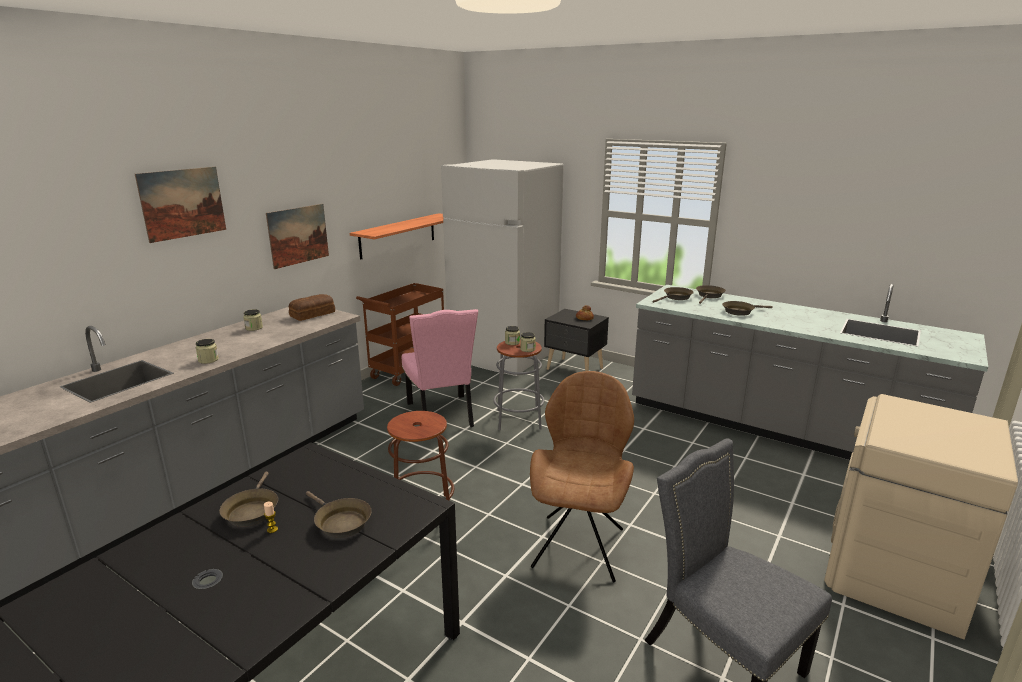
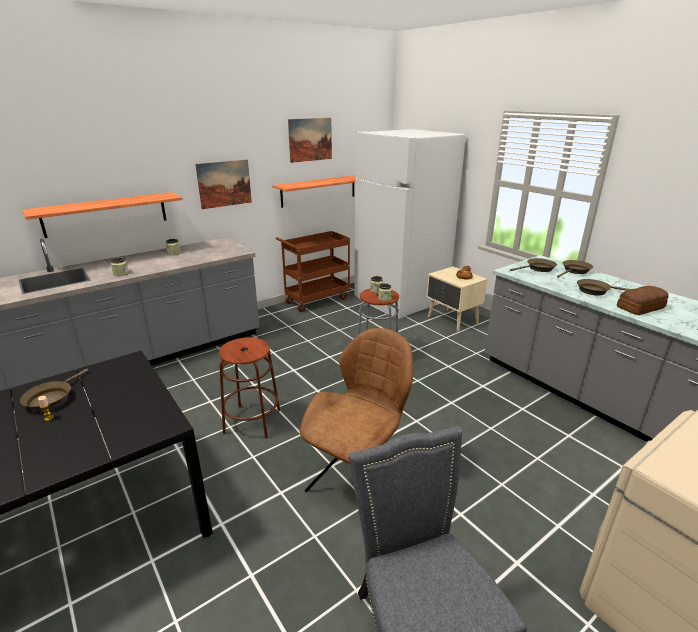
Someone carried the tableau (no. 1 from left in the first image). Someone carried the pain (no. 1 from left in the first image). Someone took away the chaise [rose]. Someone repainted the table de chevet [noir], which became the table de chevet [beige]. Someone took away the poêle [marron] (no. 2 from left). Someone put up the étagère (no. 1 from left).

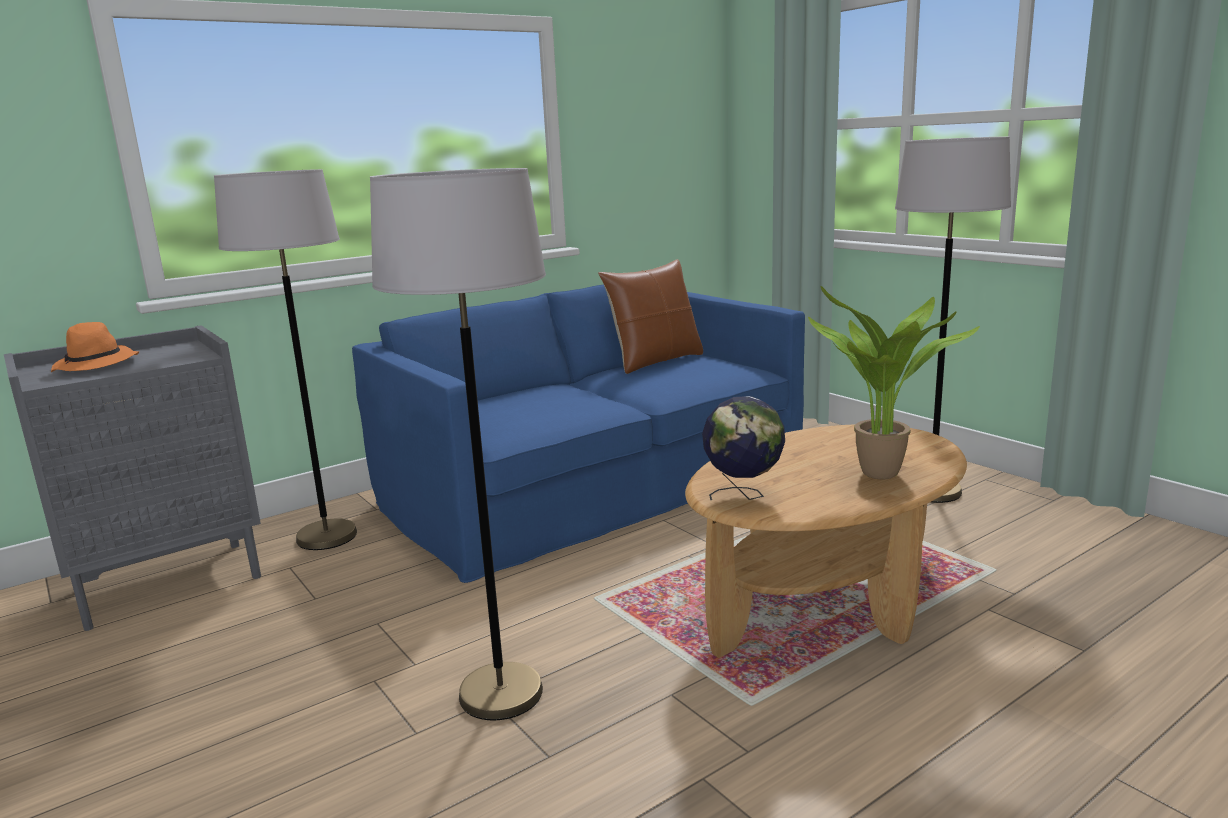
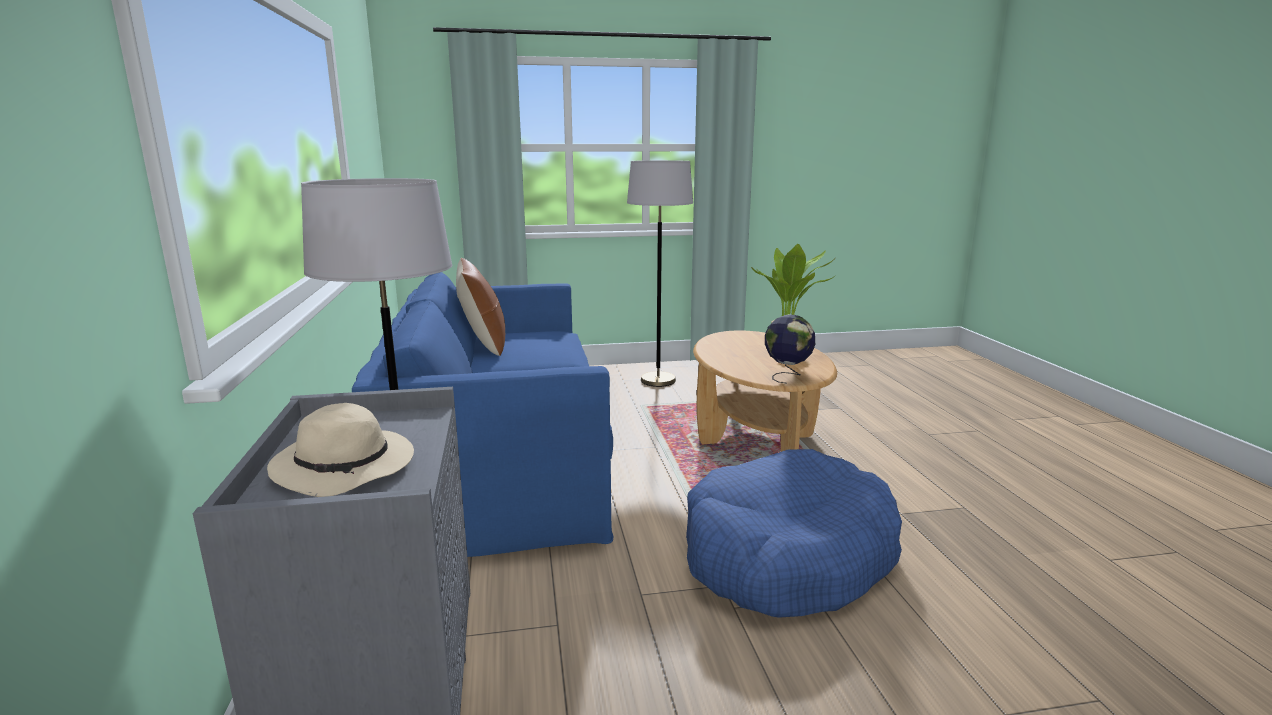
Someone swapped the lampadaire [gris] (no. 2 from left) for the panier pour chien [bleu]. Someone repainted the chapeau [orange], which became the chapeau [beige].

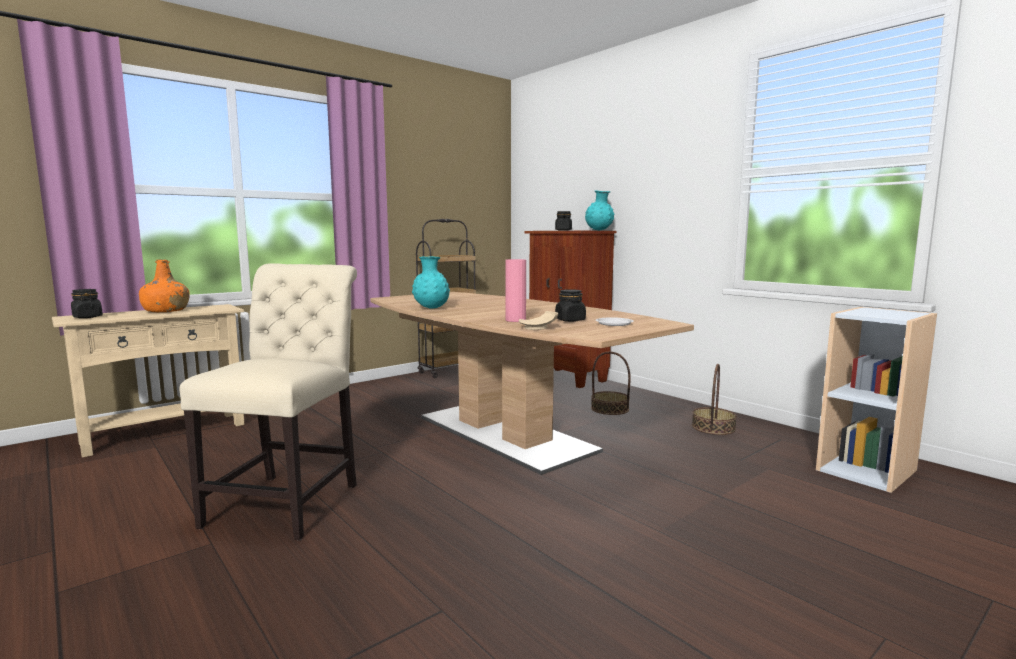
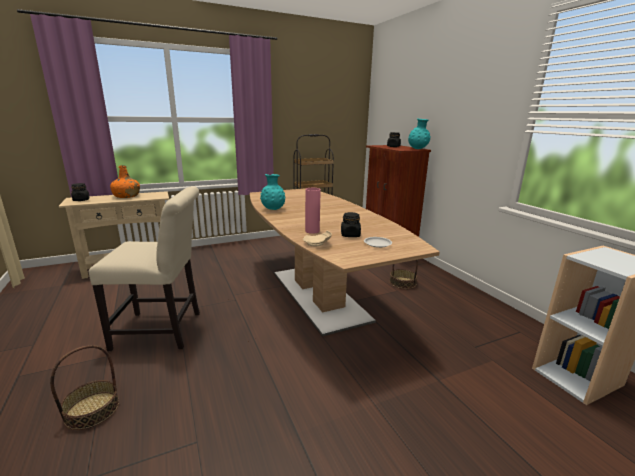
Someone rotated the chaise [beige] by 60 degrees clockwise. Someone carried the panier (no. 2 from left in the first image).

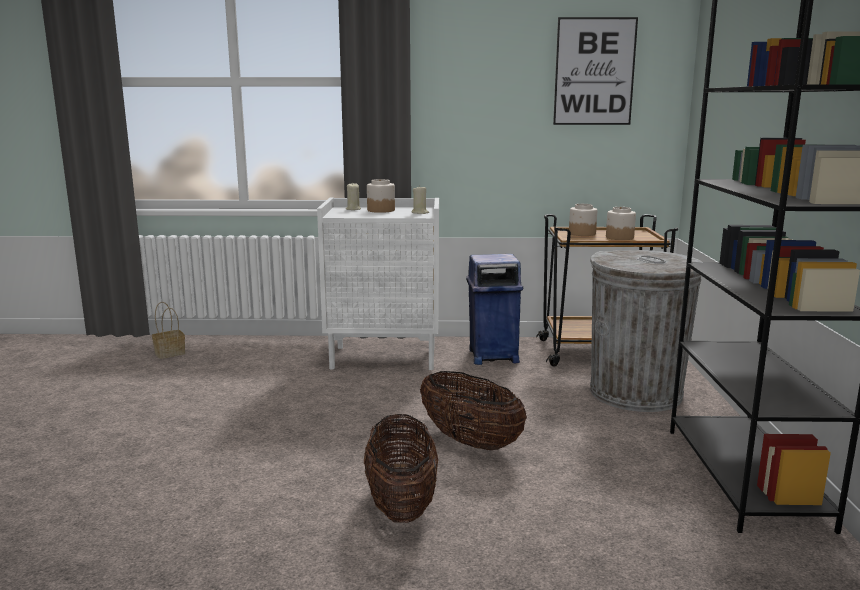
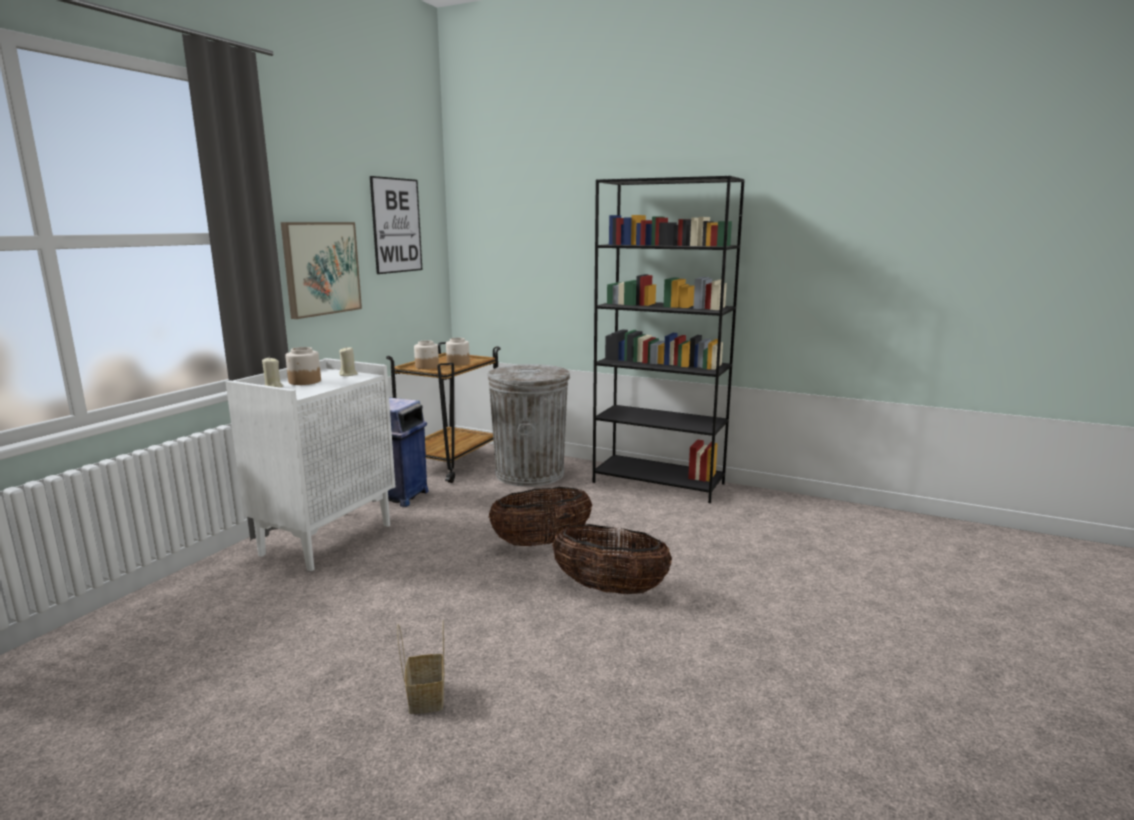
Someone carried the panier (no. 1 from left). Someone put up the tableau (no. 1 from left).

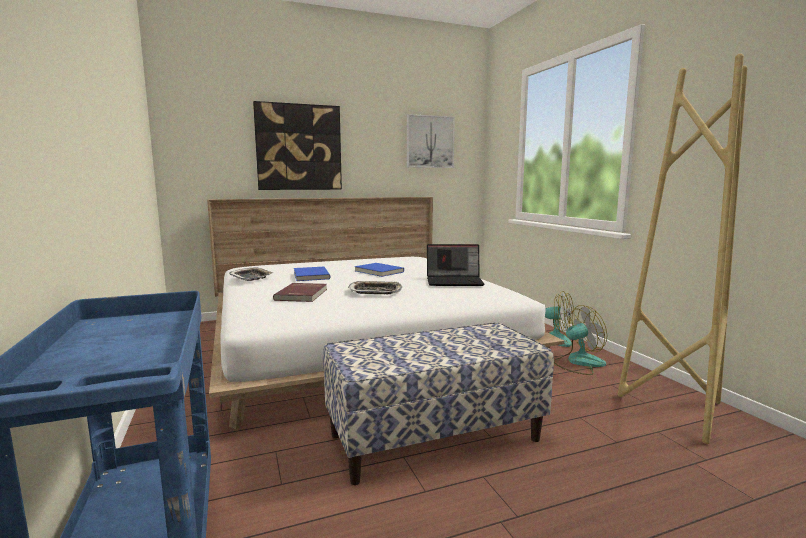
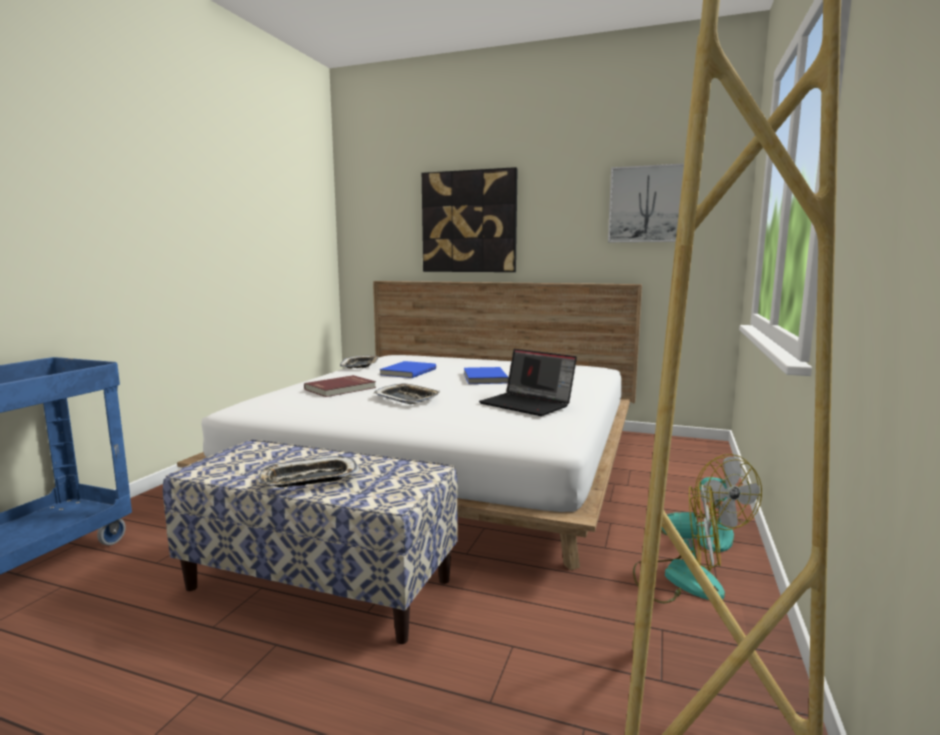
Someone put down the plateau (no. 1 from left).

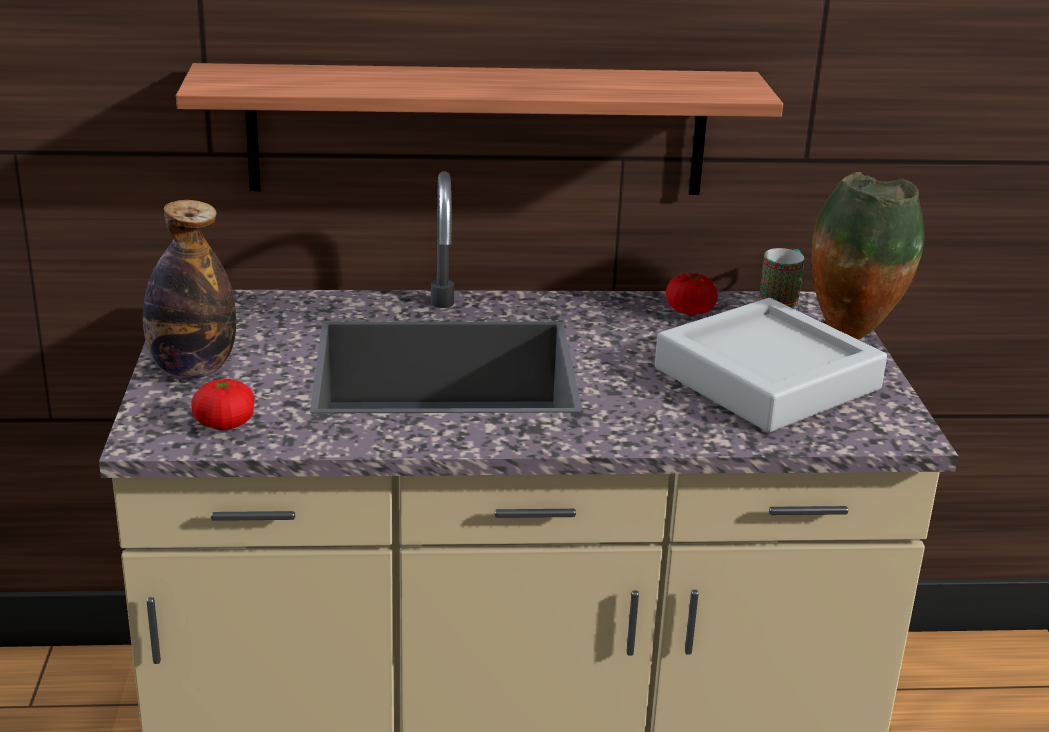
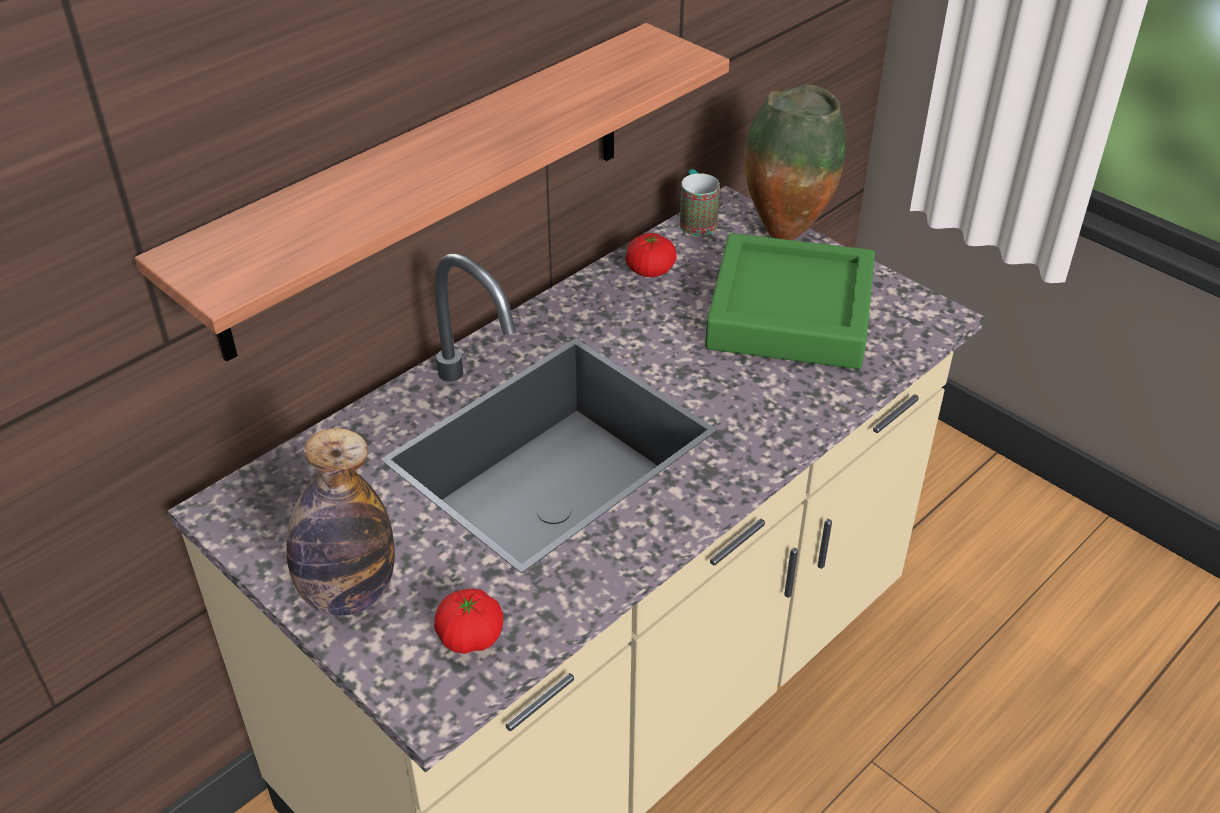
Someone repainted the plateau [gris], which became the plateau [vert].

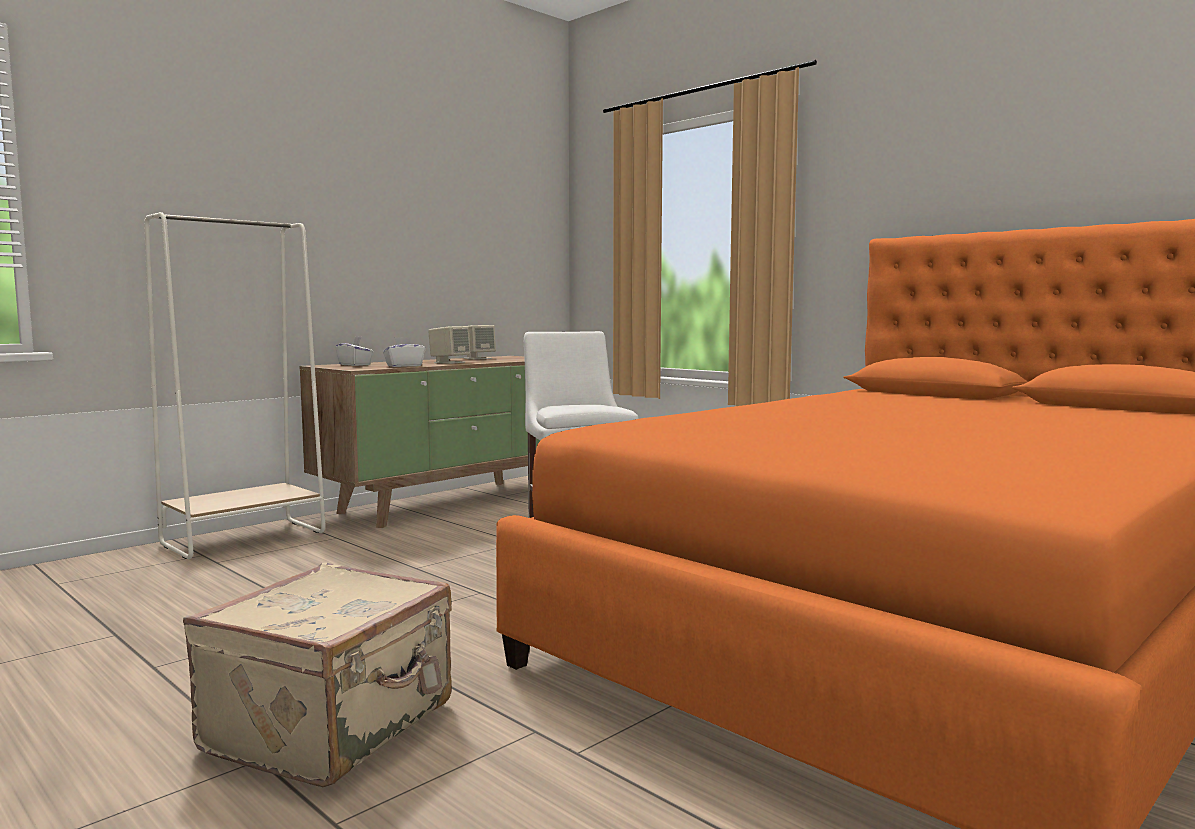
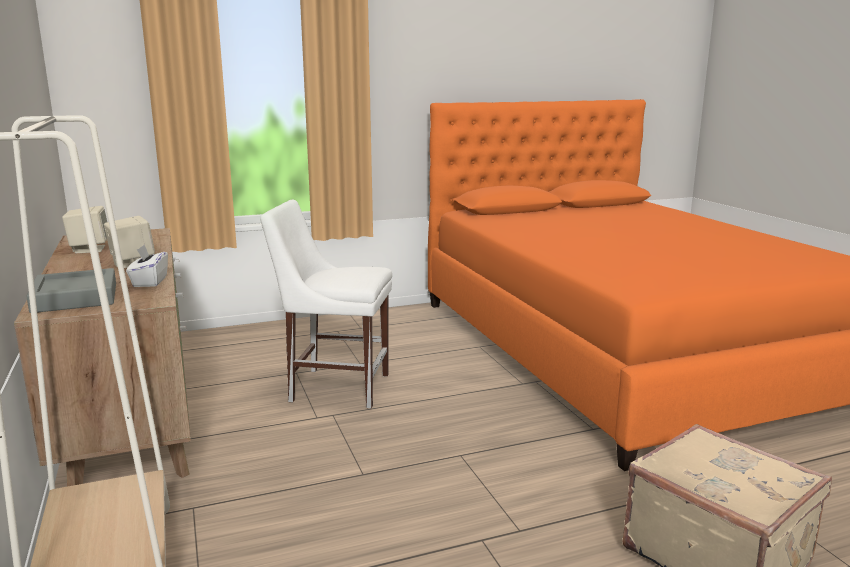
Someone swapped the boîte à mouchoirs [blanc] (no. 1 from left) for the plateau [gris].

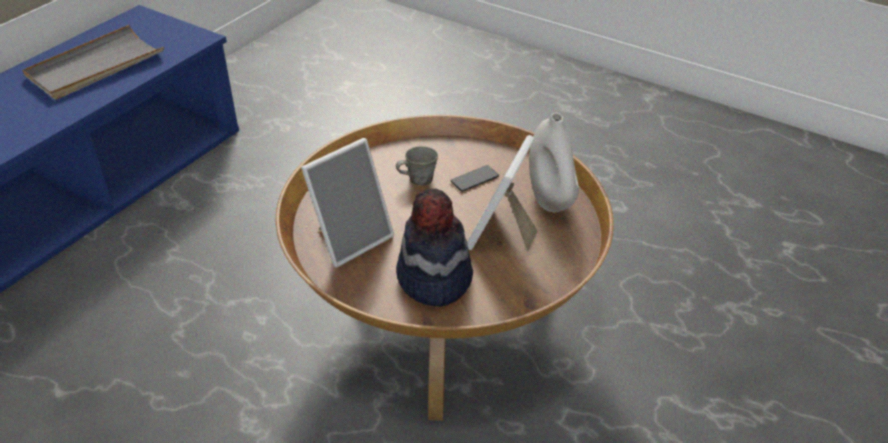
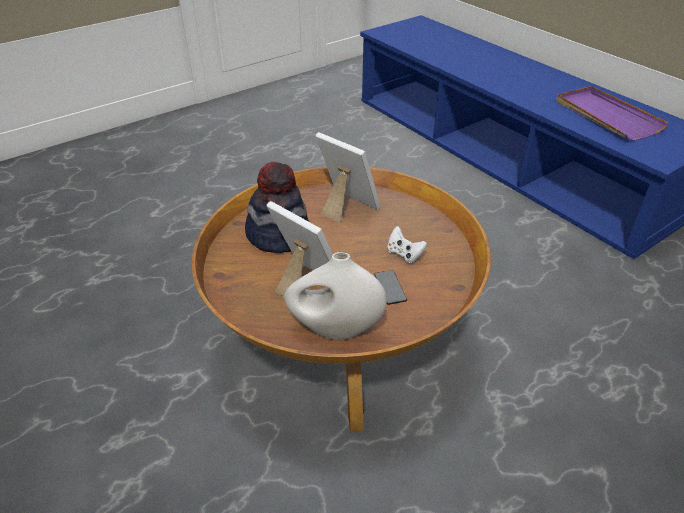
Someone repainted the plateau [gris], which became the plateau [violet]. Someone rotated the cadre photo (no. 1 from left in the first image) by 150 degrees clockwise. Someone swapped the mug [gris] for the manette [blanc].

